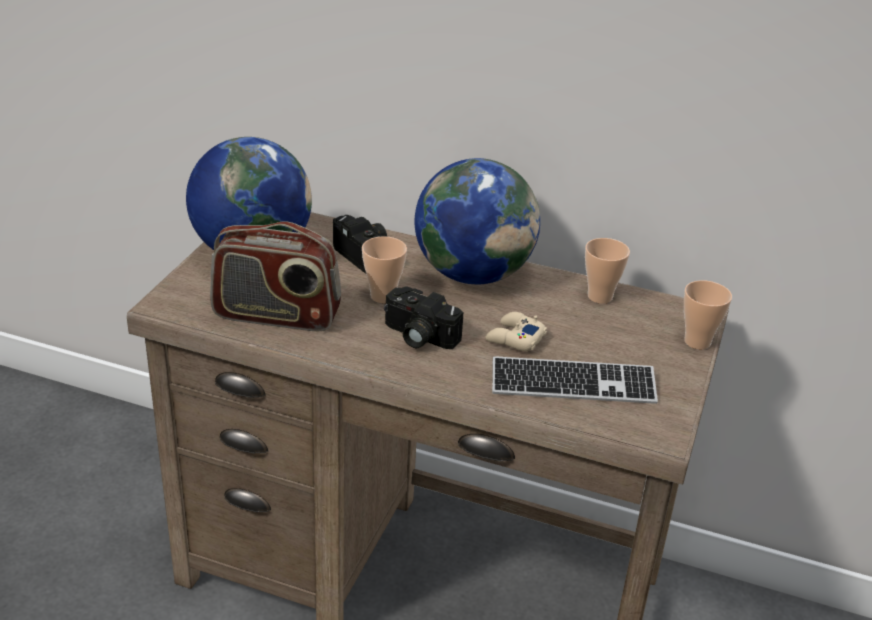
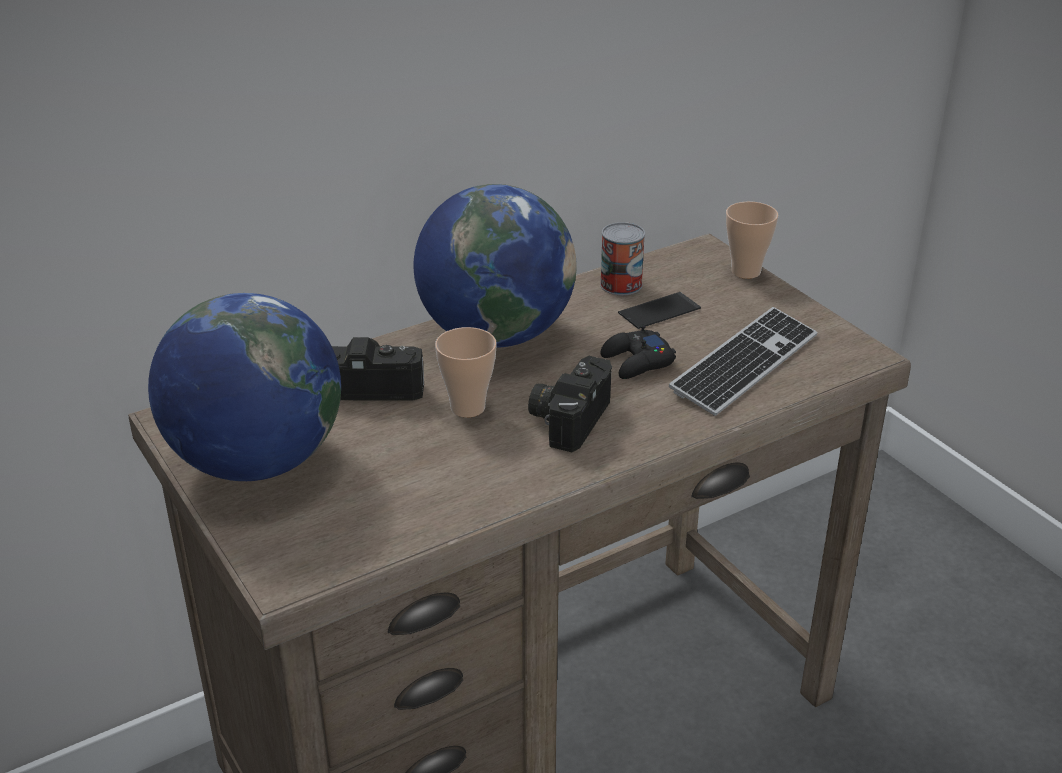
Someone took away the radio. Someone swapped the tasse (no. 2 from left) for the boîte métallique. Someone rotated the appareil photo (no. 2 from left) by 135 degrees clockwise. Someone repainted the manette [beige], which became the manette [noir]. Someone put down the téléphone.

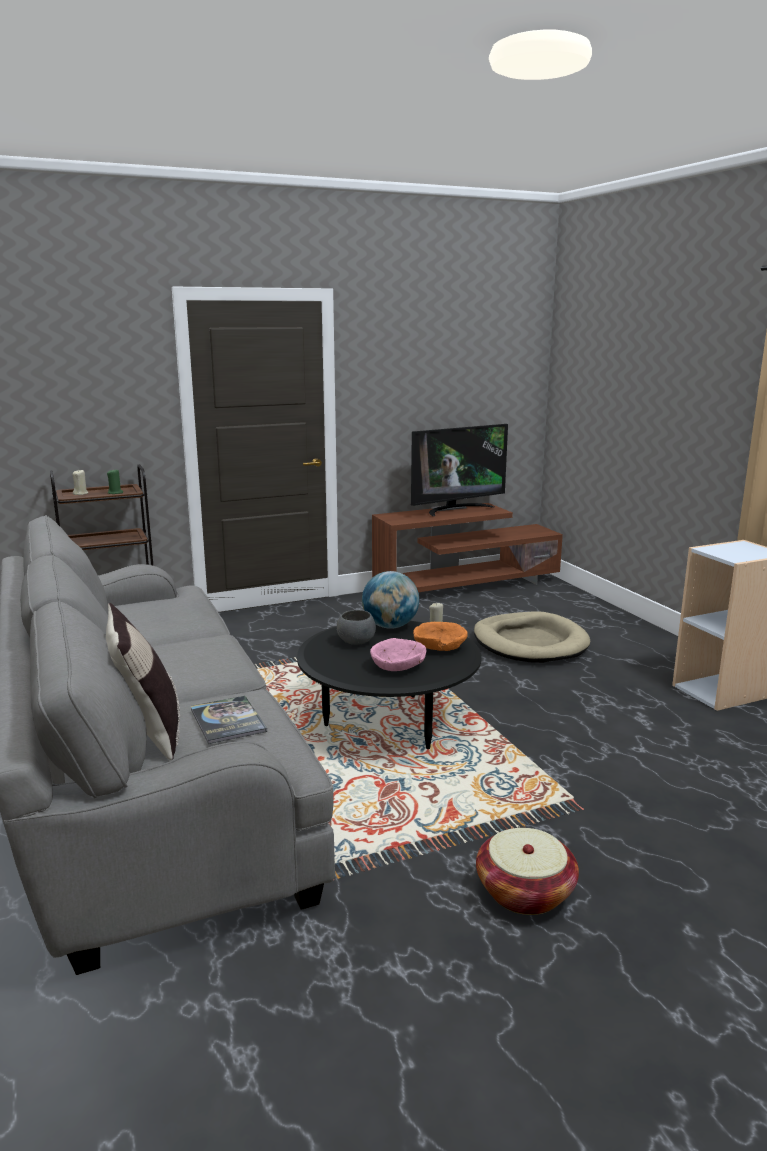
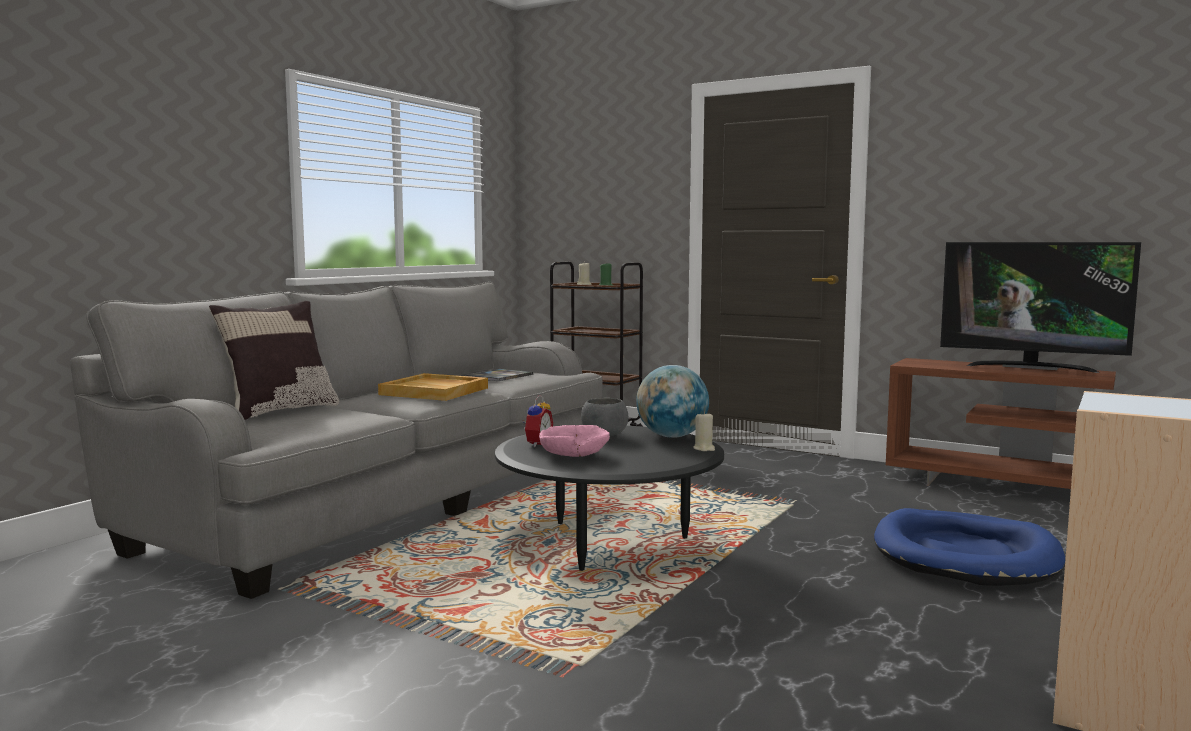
Someone repainted the panier pour chien [beige], which became the panier pour chien [bleu]. Someone took away the bol [orange]. Someone carried the livre. Someone took away the panier. Someone put down the plateau [beige]. Someone put down the réveil.

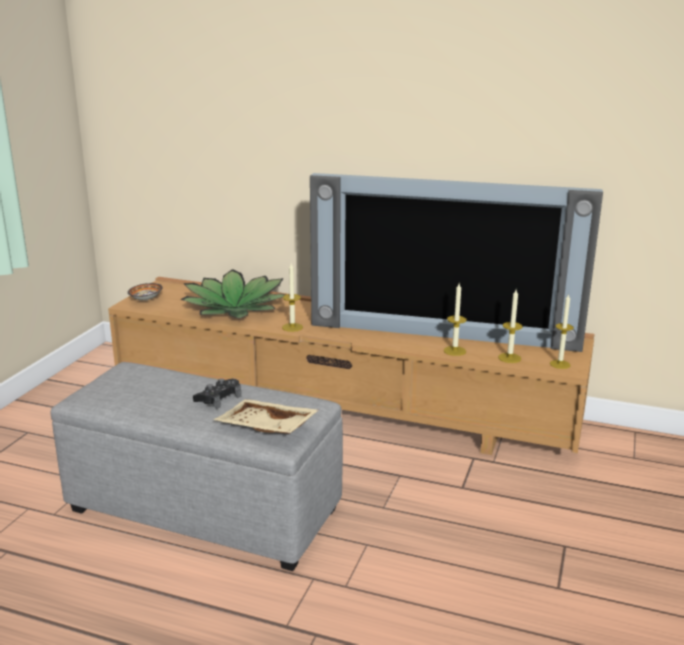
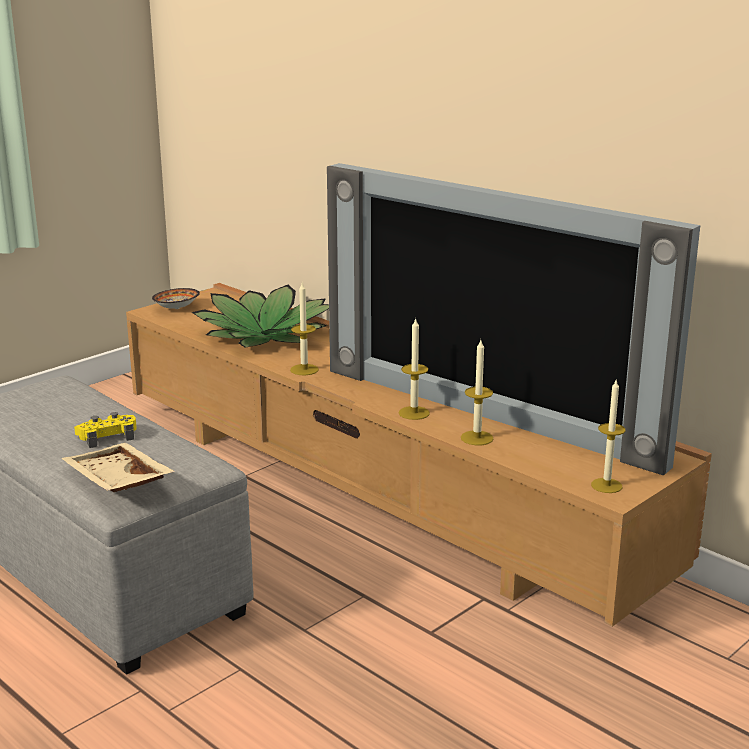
Someone carried the bougie (no. 3 from left in the first image). Someone repainted the manette [noir], which became the manette [jaune].

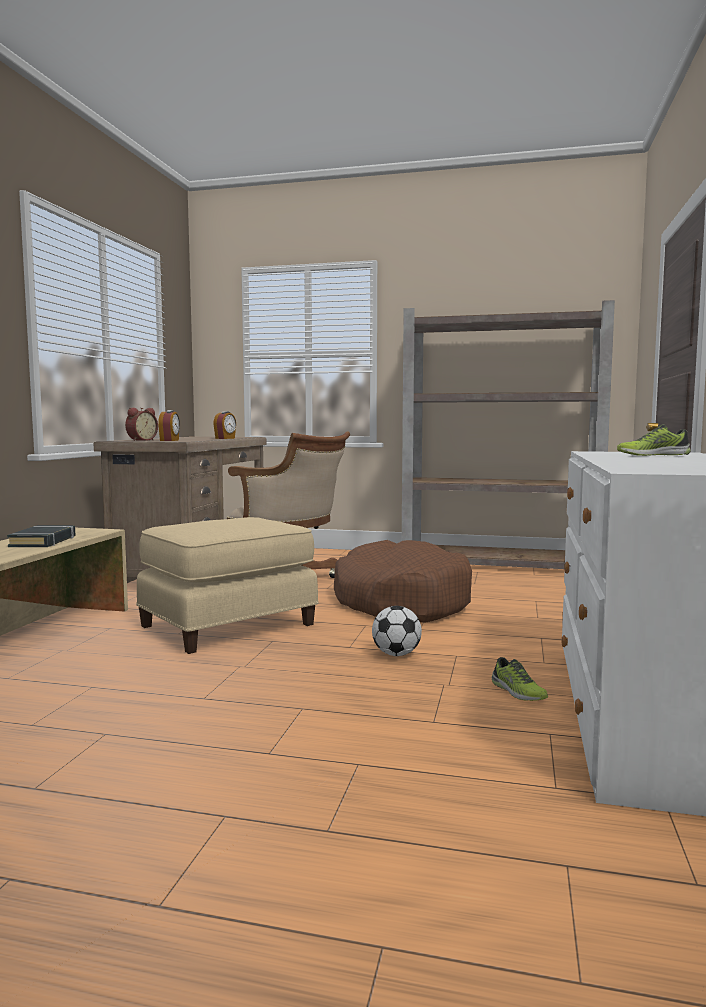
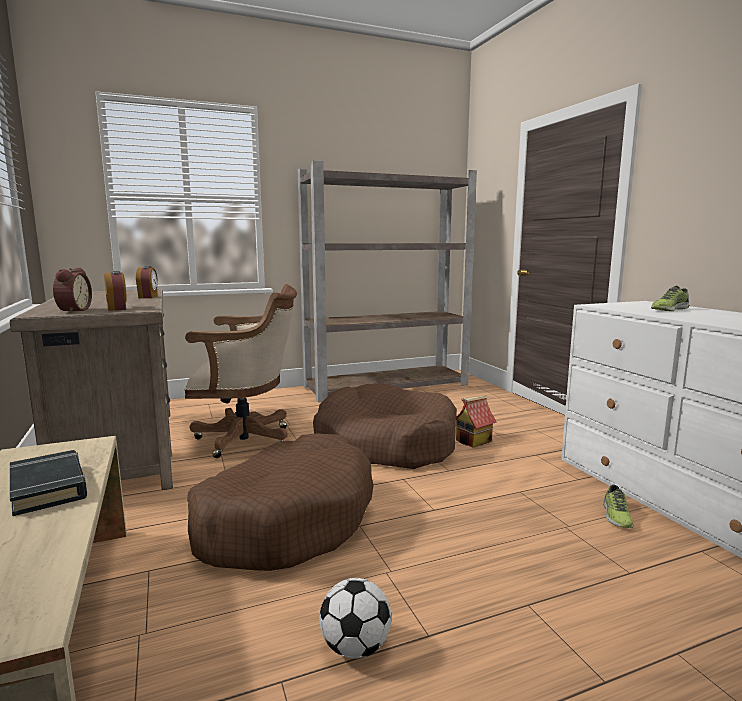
Someone swapped the pouf [beige] for the panier pour chien [marron] (no. 1 from left). Someone carried the ballon de foot. Someone rotated the chaussure (no. 1 from left) by 75 degrees clockwise. Someone put down the maison miniature.

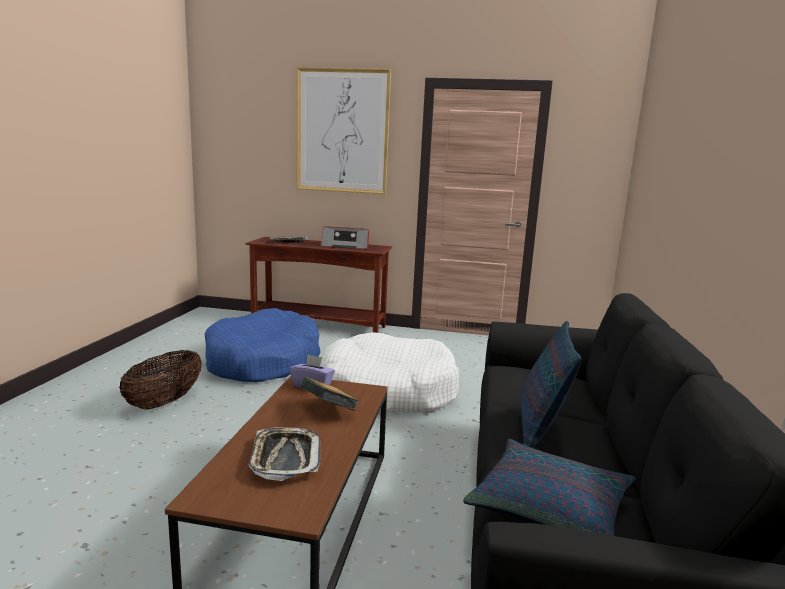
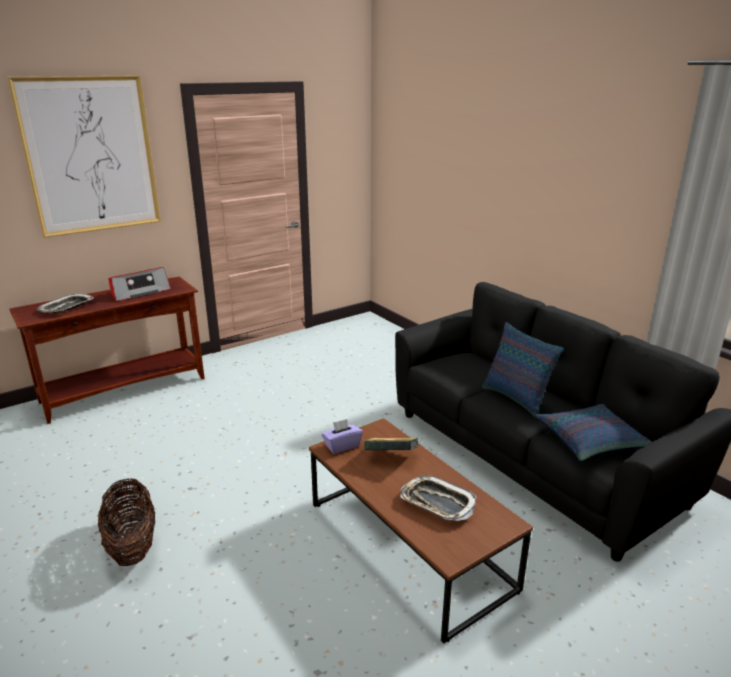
Someone took away the panier pour chien [bleu]. Someone took away the panier pour chien [blanc].

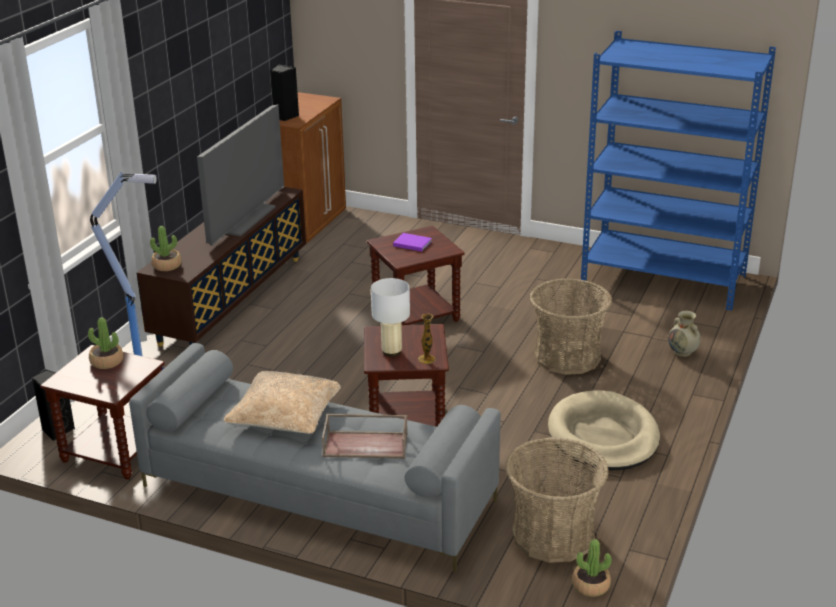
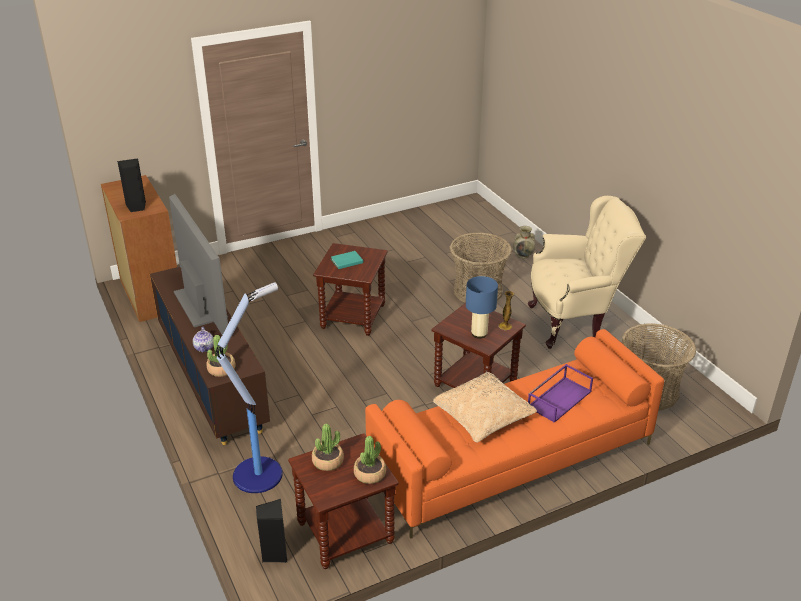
Someone took away the bibliothèque [bleu]. Someone repainted the livre [violet], which became the livre [turquoise]. Someone repainted the lampe de table [blanc], which became the lampe de table [bleu]. Someone repainted the canapé [gris], which became the canapé [orange]. Someone swapped the panier pour chien [beige] for the fauteuil [beige]. Someone repainted the plateau [marron], which became the plateau [violet]. Someone carried the plante en pot (no. 3 from left). Someone put down the théière.

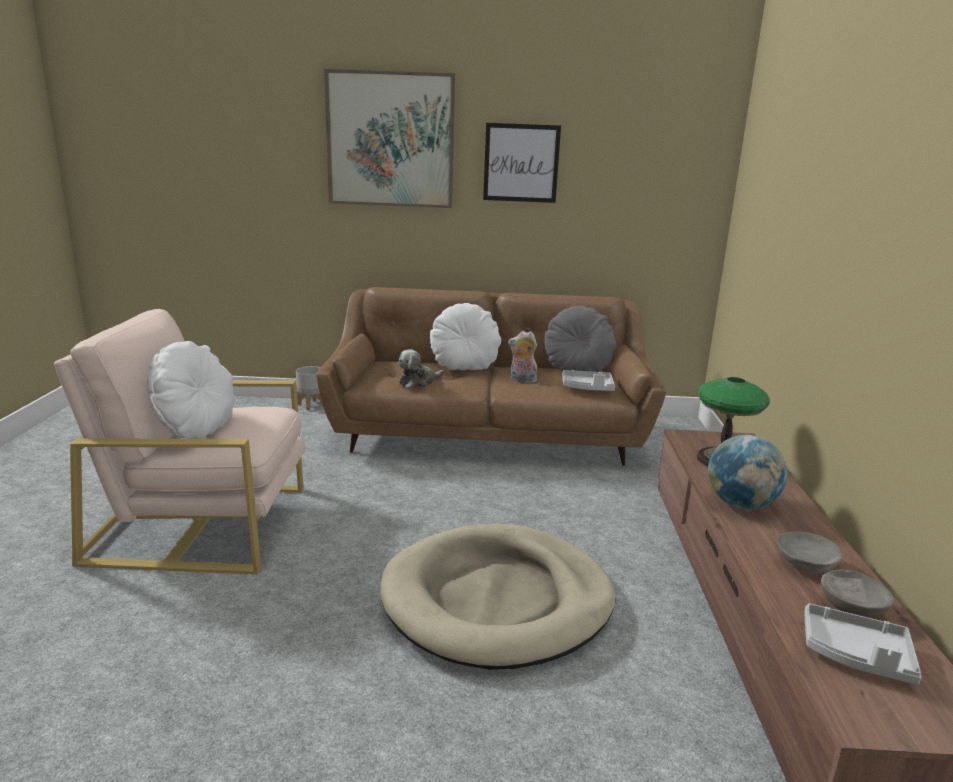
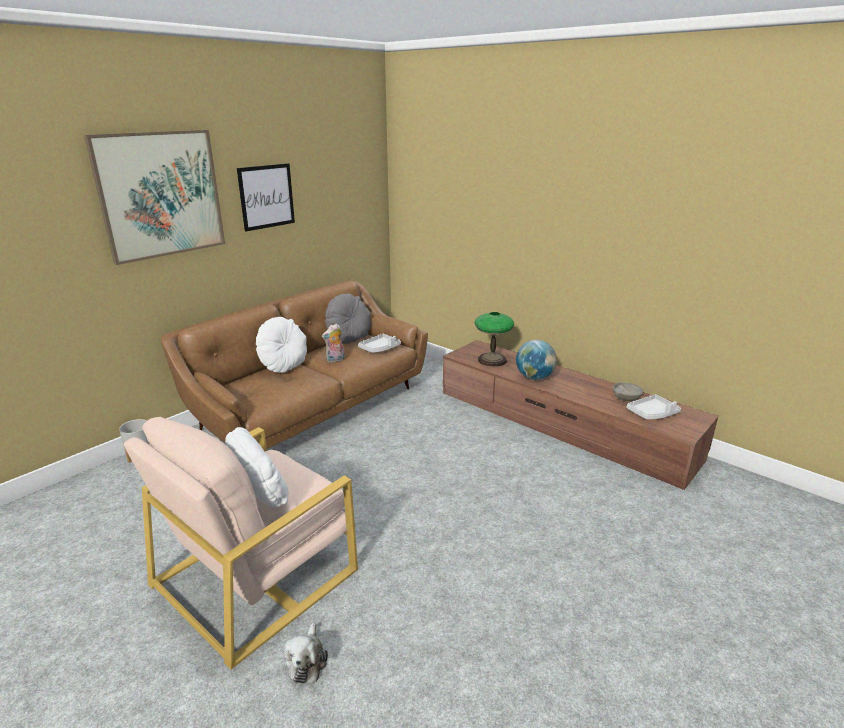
Someone carried the peluche (no. 1 from left). Someone took away the panier pour chien [beige]. Someone took away the bol [gris] (no. 1 from left).

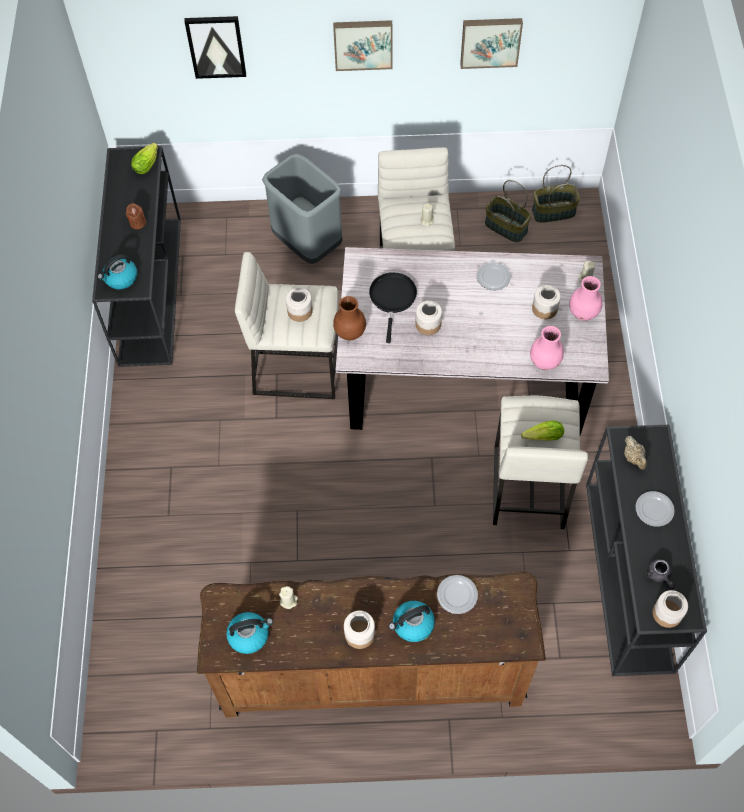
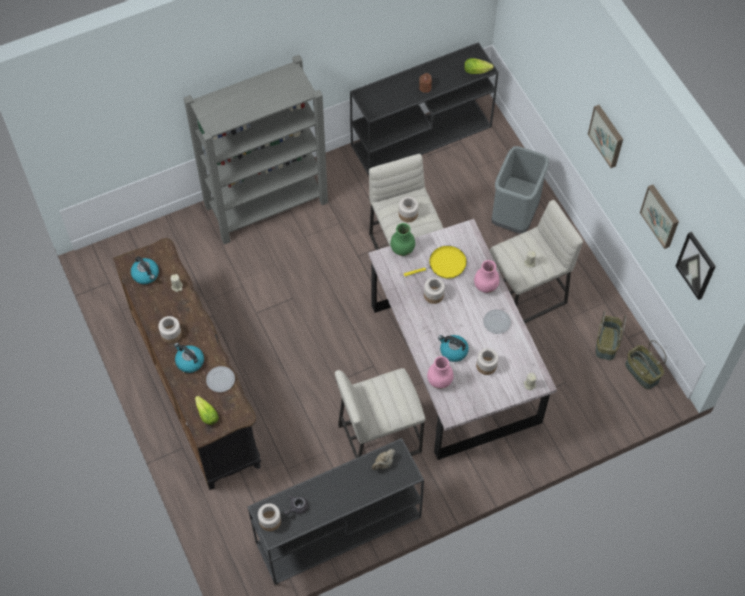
Someone carried the tableau (no. 1 from left in the first image). Someone carried the bouilloire (no. 1 from left in the first image). Someone repainted the poêle [noir], which became the poêle [jaune]. Someone carried the vase [rose] (no. 2 from left). Someone repainted the vase [marron], which became the vase [vert]. Someone carried the laitue (no. 2 from left in the first image). Someone took away the assiette (no. 3 from left). Someone put down the bibliothèque [gris].

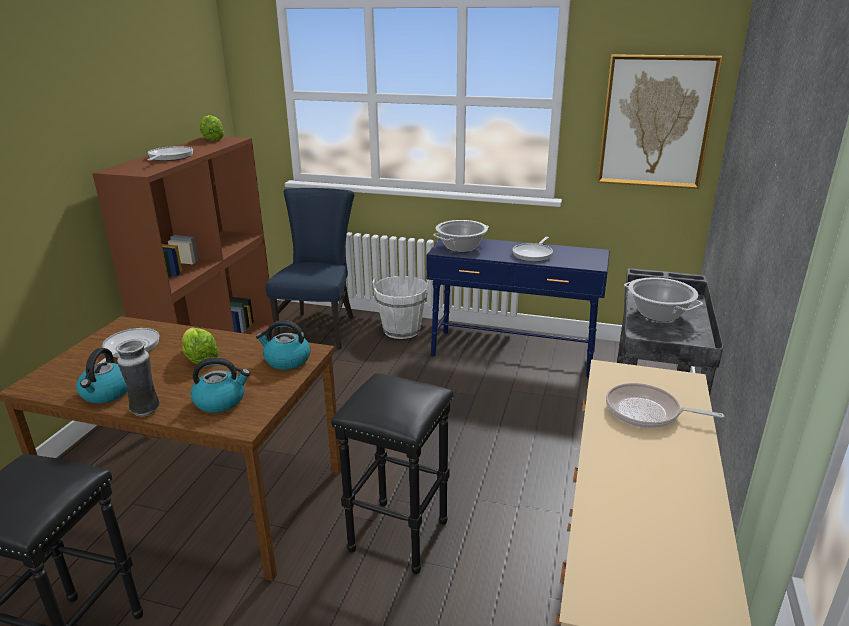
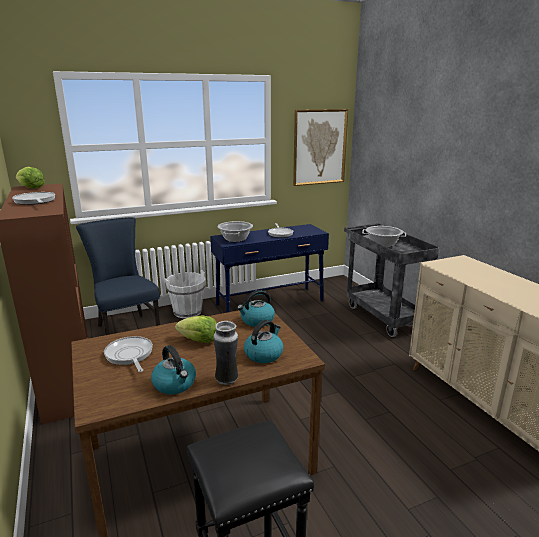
Someone took away the tabouret [noir] (no. 2 from left). Someone took away the poêle (no. 4 from left).

